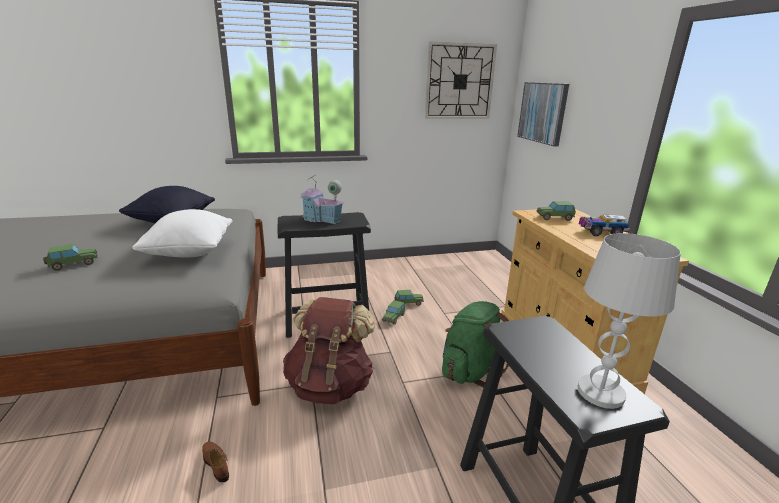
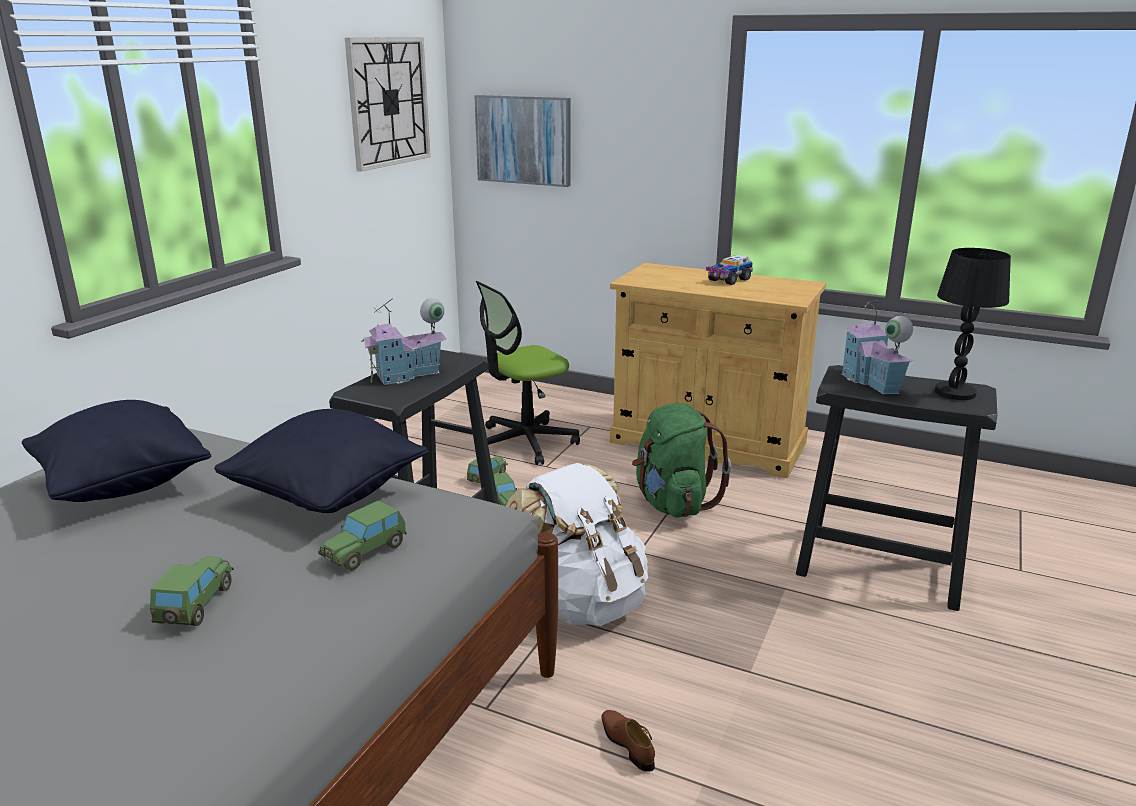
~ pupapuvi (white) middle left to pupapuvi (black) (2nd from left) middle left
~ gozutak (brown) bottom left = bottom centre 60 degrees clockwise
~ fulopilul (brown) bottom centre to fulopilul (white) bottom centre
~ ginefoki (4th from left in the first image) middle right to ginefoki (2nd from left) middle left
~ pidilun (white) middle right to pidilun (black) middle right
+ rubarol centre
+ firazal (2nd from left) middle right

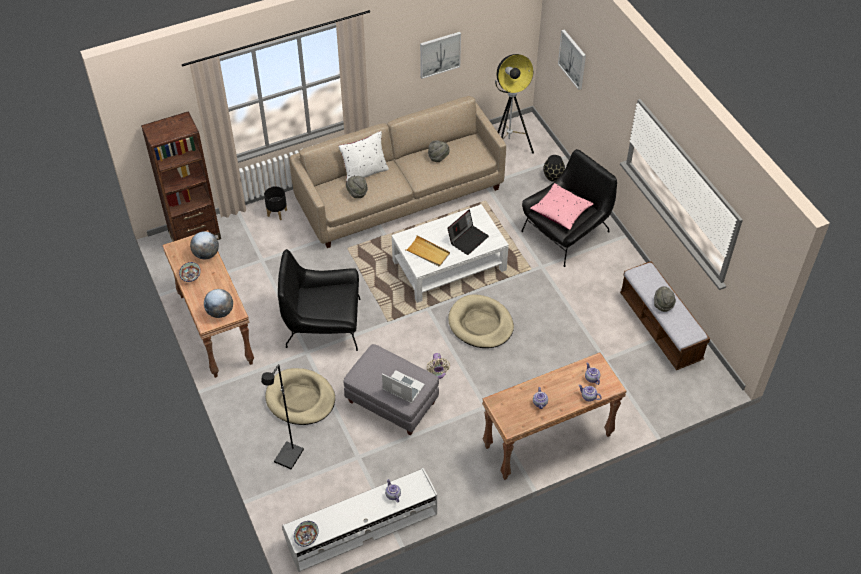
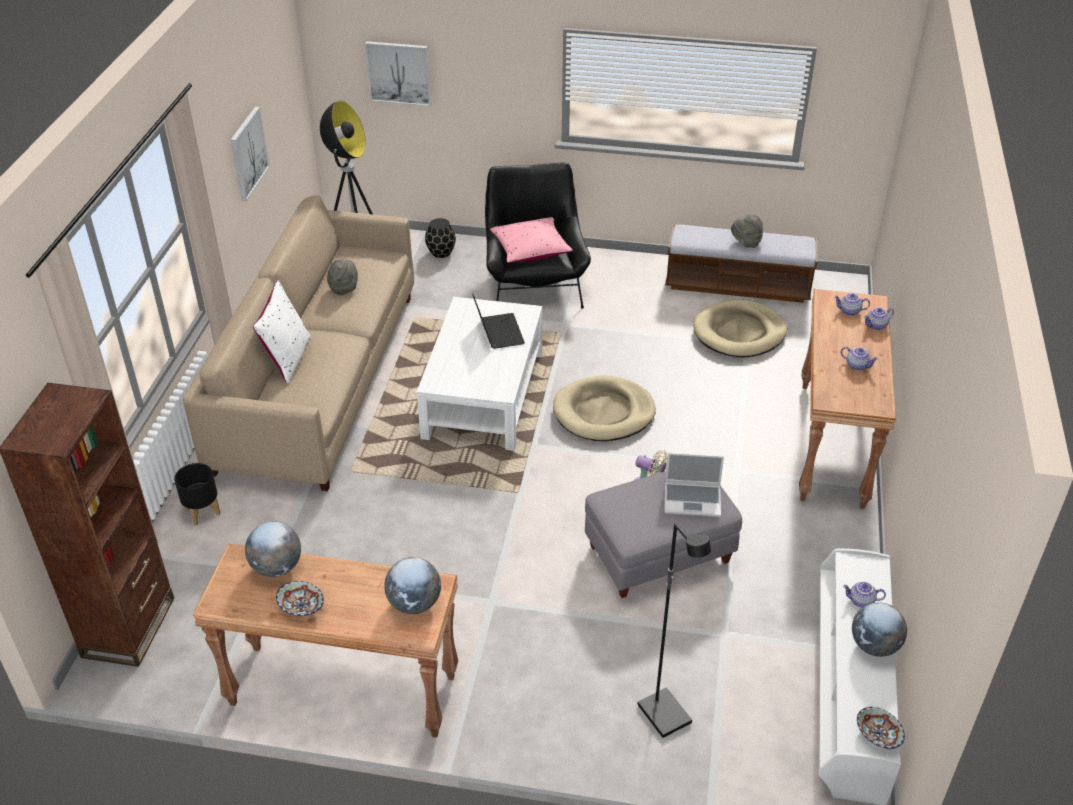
~ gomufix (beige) (1st from left in the first image) bottom centre to gomufix (beige) (2nd from left) middle right
- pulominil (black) (1st from left) centre
- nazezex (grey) (1st from left) top centre
~ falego (1st from left in the first image) bottom centre = centre 150 degrees counterclockwise
- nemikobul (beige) centre
+ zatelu (3rd from left) bottom right

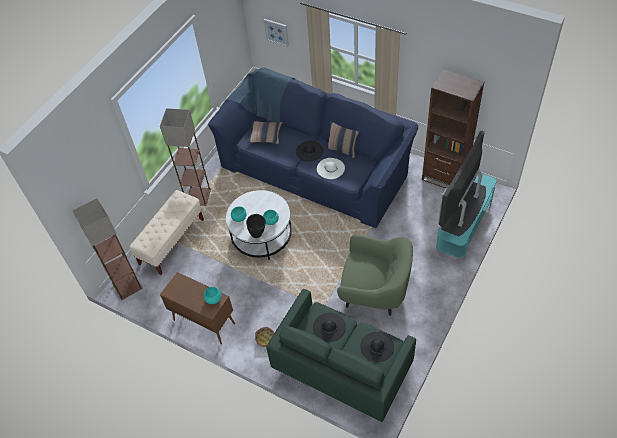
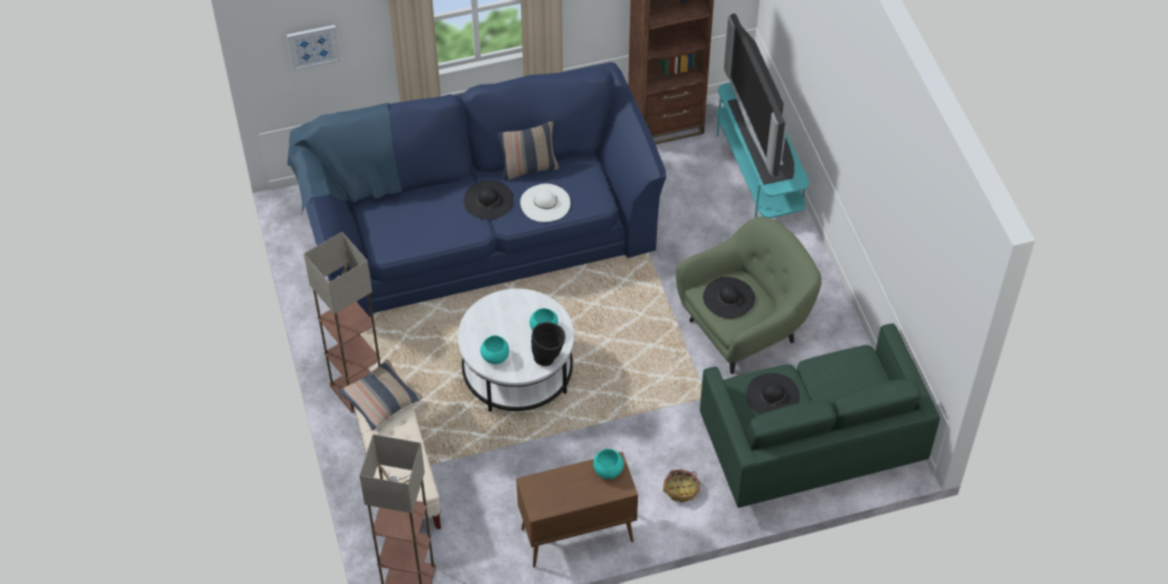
~ pupapuvi (1st from left) top centre to bottom left
~ nazezex (black) (3rd from left in the first image) bottom centre to nazezex (black) (2nd from left) centre

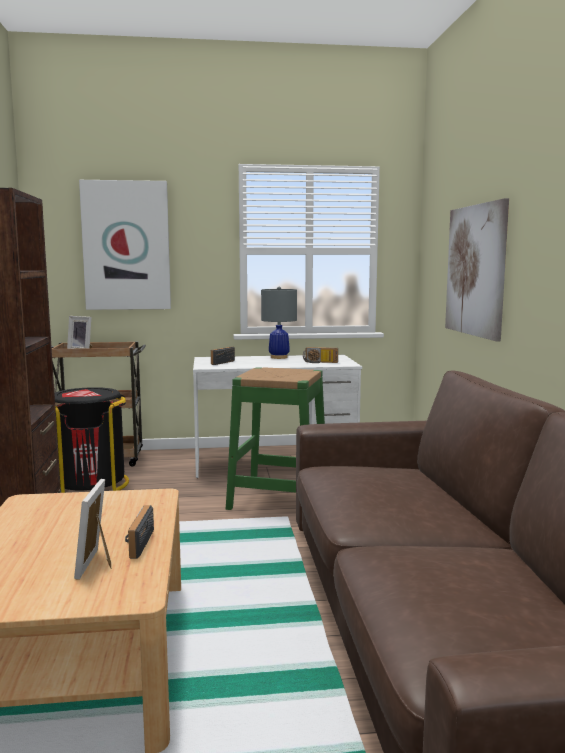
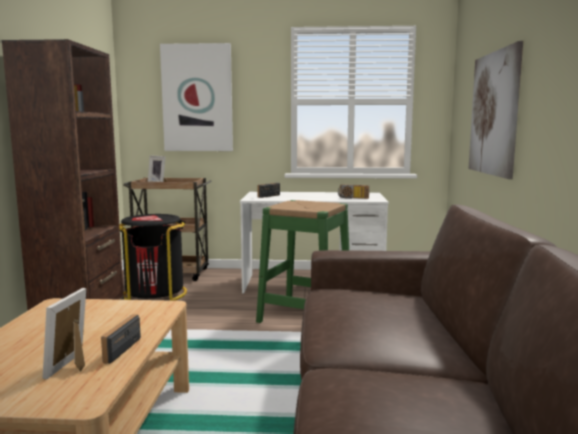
- pidilun (grey) centre

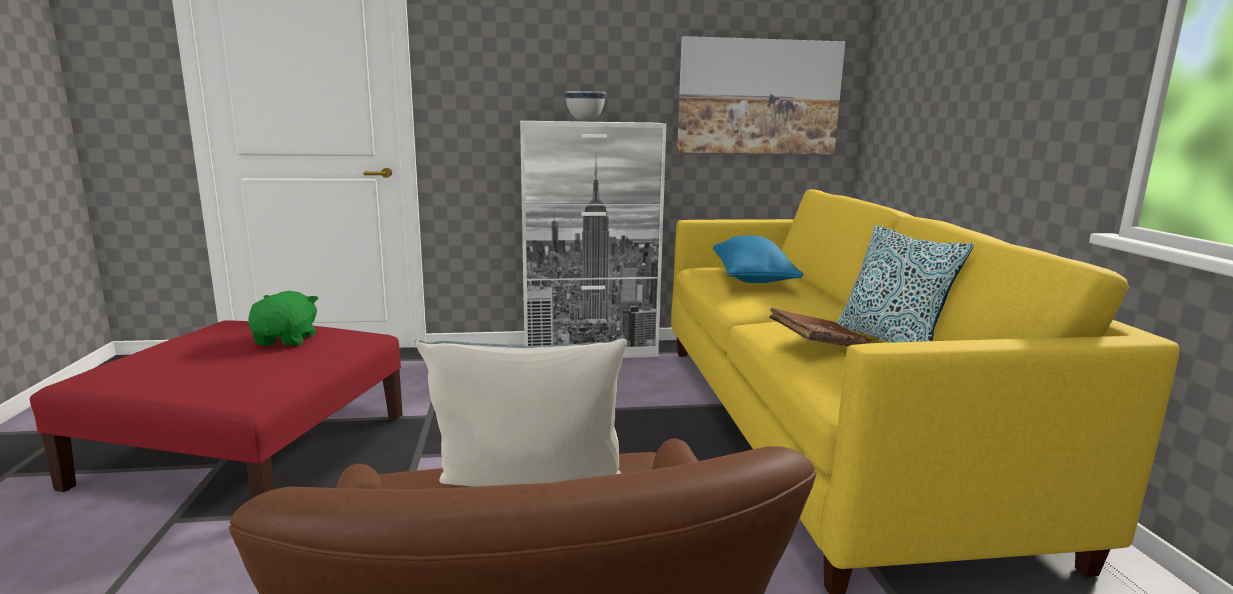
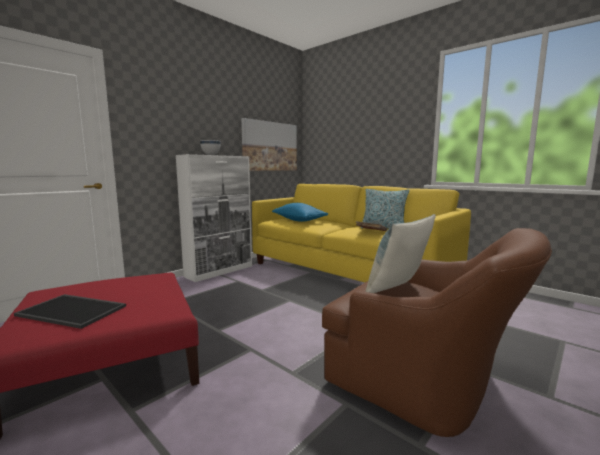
- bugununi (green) middle left
+ nemikobul bottom left

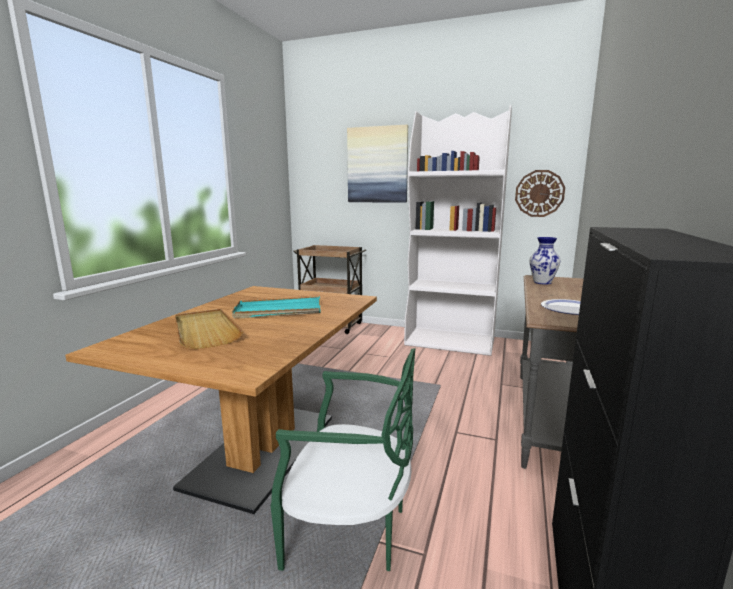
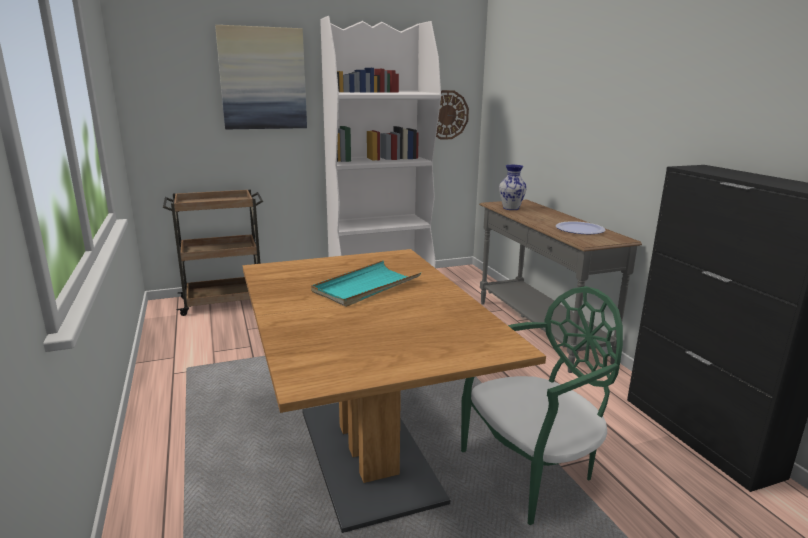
- nemikobul (beige) middle left

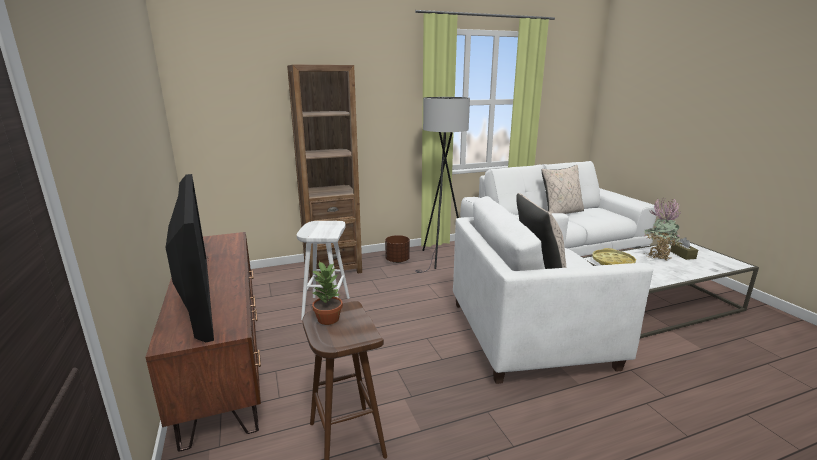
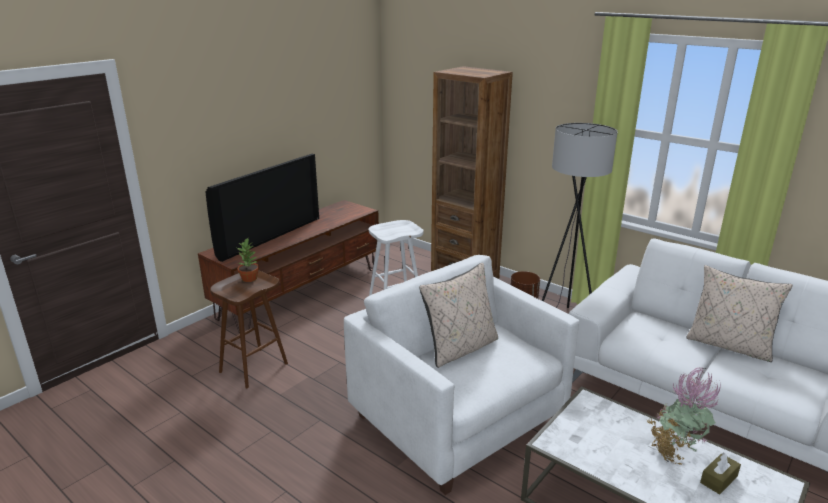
- nemikobul (yellow) middle right

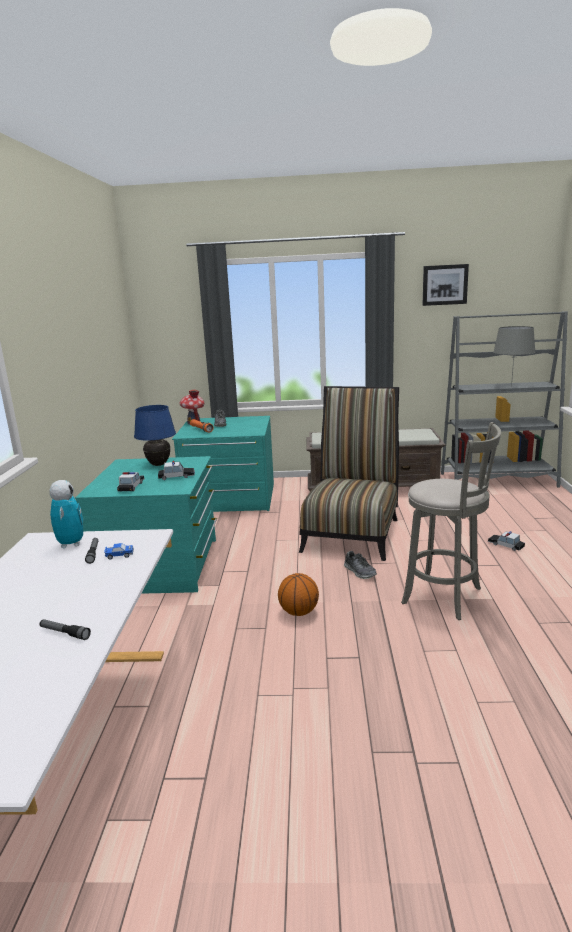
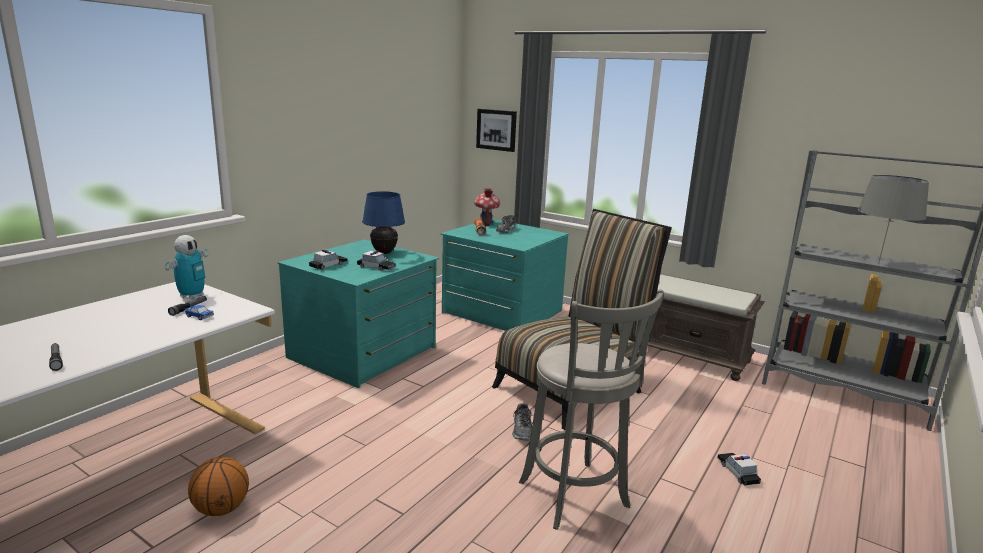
~ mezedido centre to bottom left
~ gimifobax top right to top centre

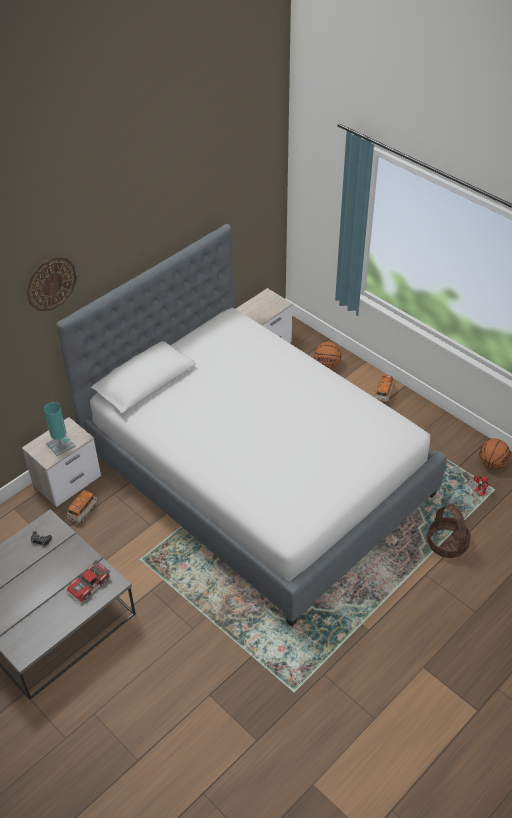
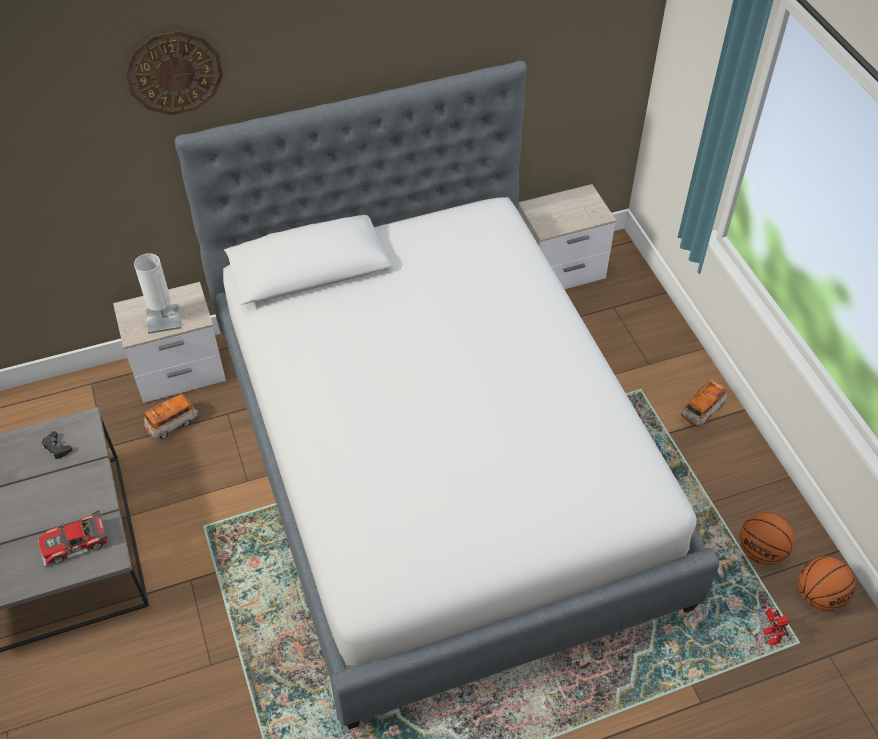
~ pidilun (turquoise) middle left to pidilun (white) middle left
~ mezedido (1st from left) centre to bottom right
- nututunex middle right

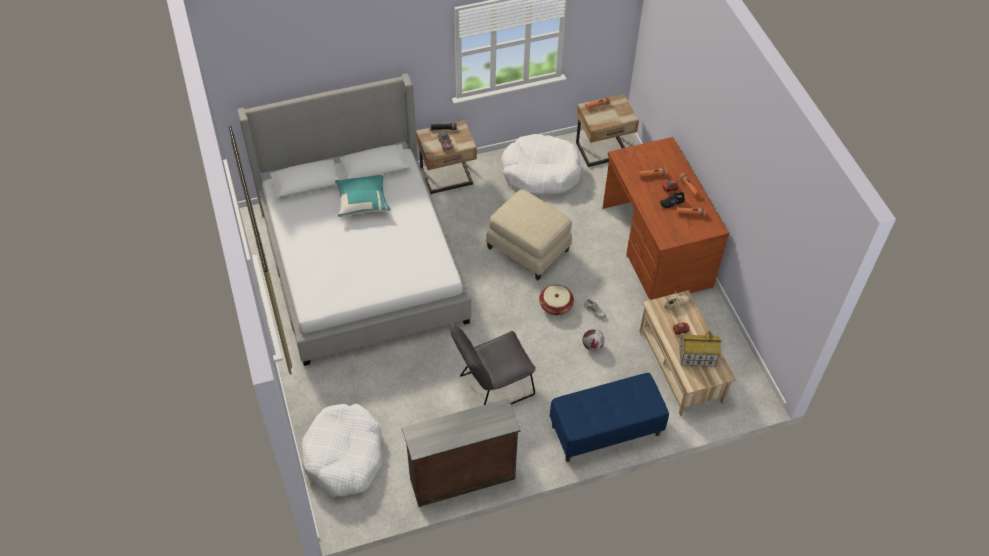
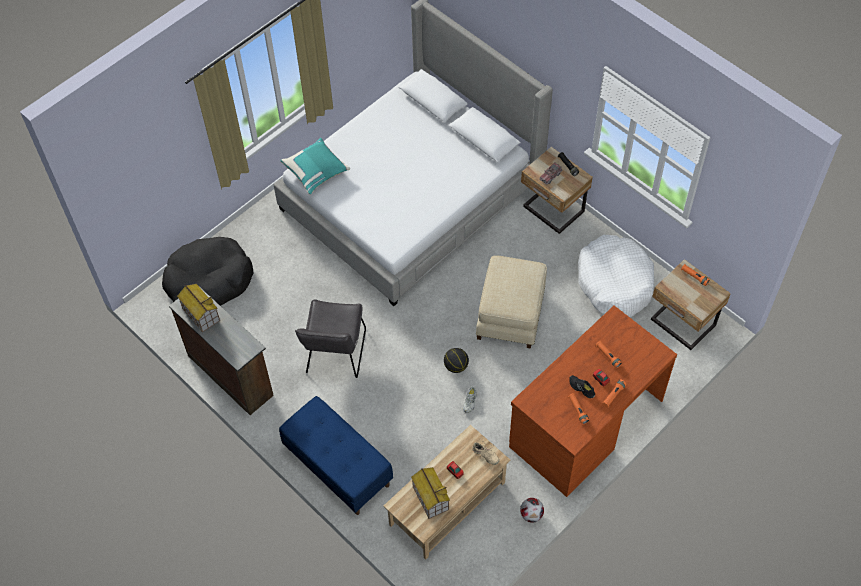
~ gomufix (white) (1st from left) bottom centre to gomufix (black) middle left
~ pupapuvi (turquoise) centre to top centre
~ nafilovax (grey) centre = centre 120 degrees counterclockwise
~ nututunex centre to mezedido centre
~ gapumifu centre to bottom centre
+ firazal (1st from left) middle left

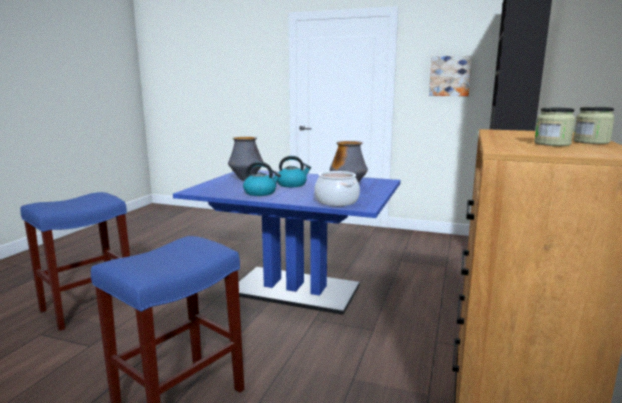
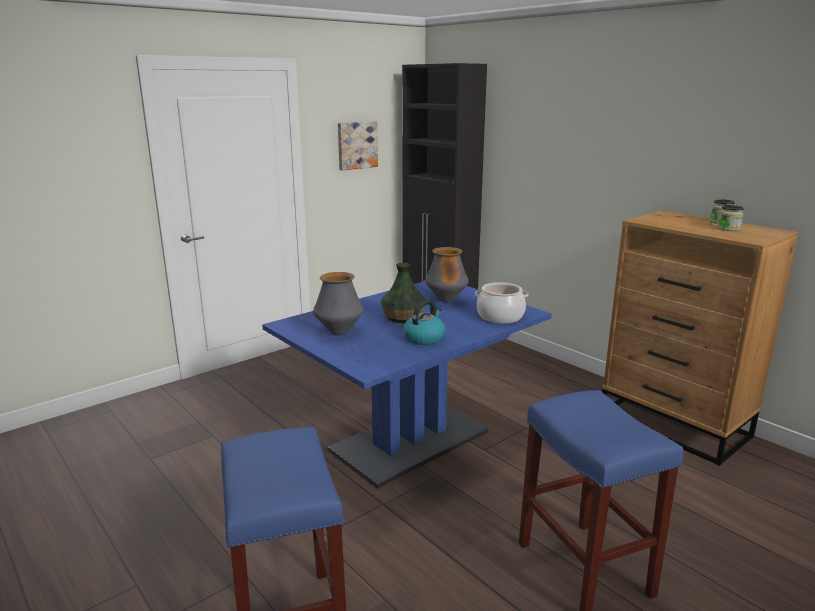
~ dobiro (2nd from left) centre to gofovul (2nd from left) centre

